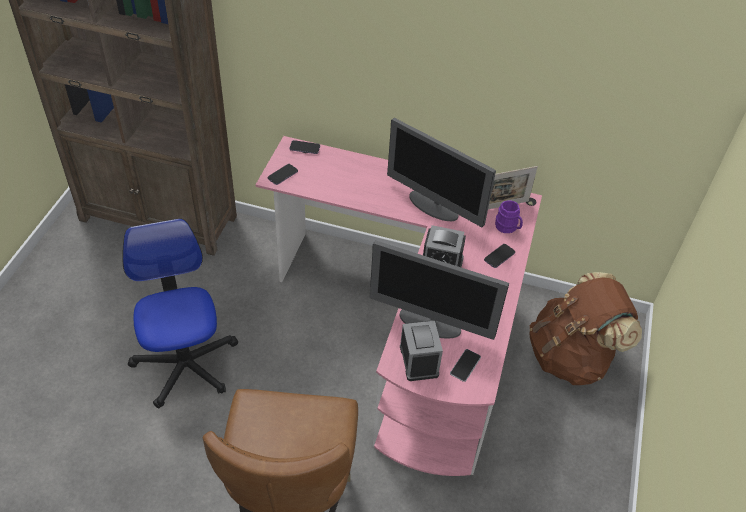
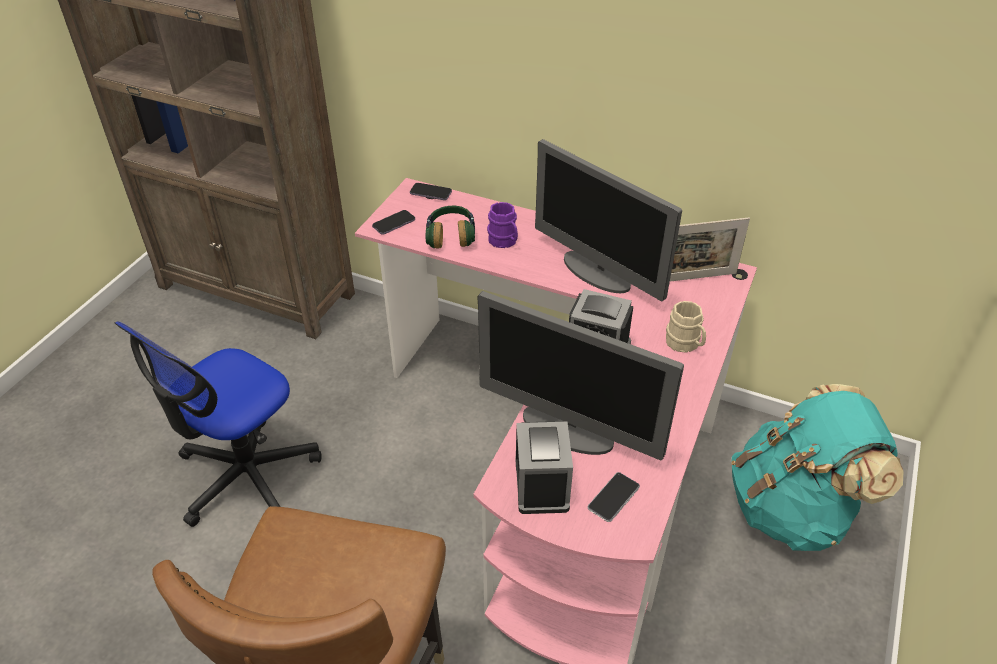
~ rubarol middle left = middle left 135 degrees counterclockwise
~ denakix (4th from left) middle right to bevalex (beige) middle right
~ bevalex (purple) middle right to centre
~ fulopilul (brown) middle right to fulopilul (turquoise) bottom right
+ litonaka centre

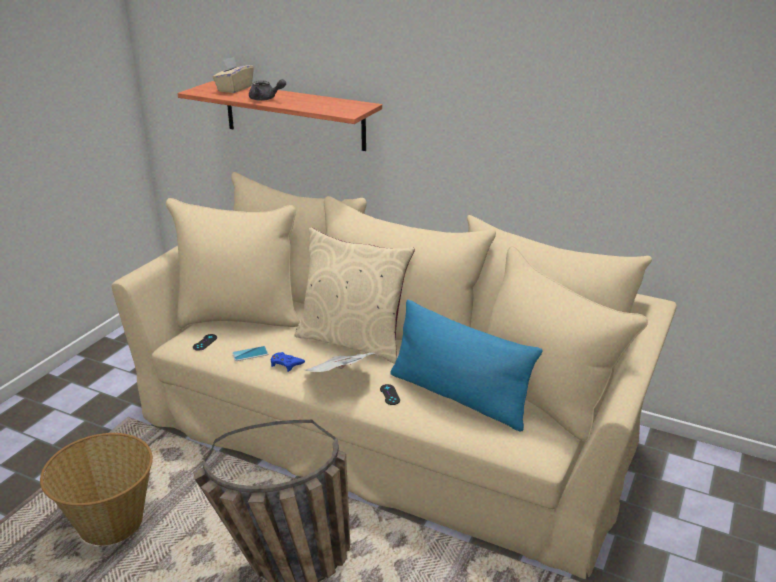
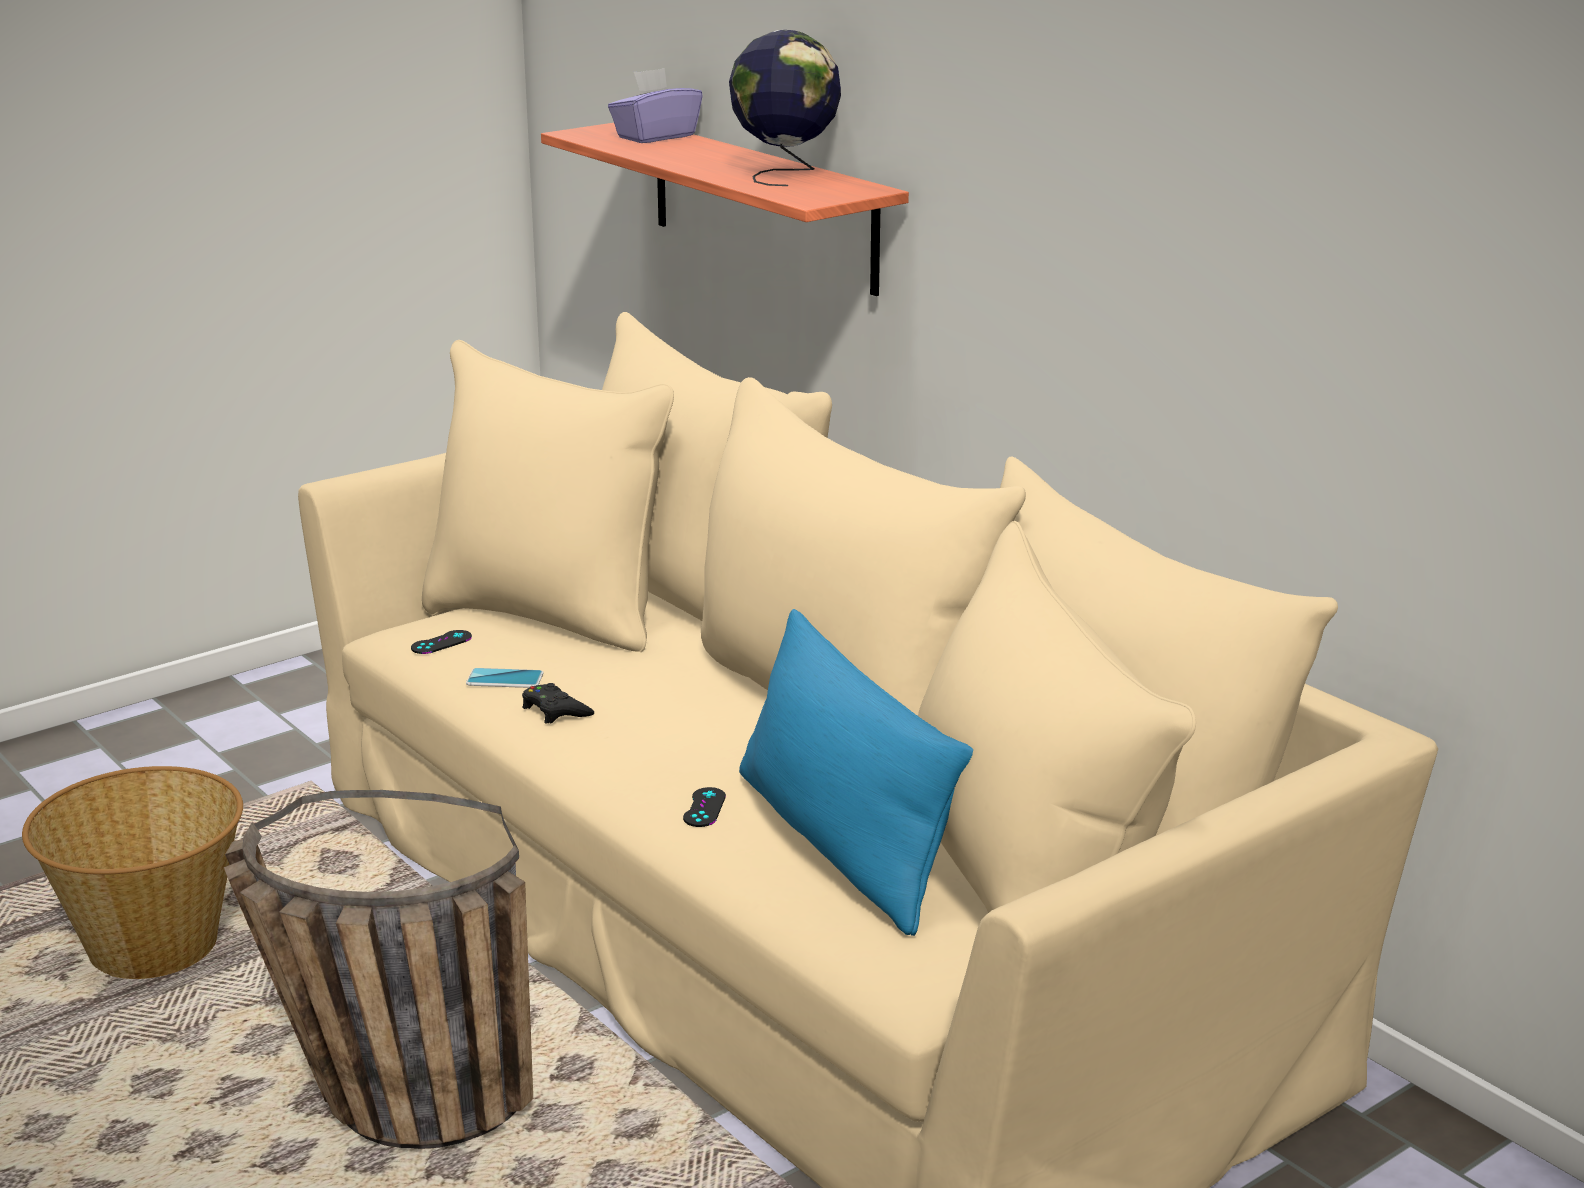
~ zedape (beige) top left to zedape (purple) top centre
- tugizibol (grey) top centre
~ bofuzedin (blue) centre to bofuzedin (black) (2nd from left) centre
- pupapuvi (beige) centre
- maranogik centre
+ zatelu top centre

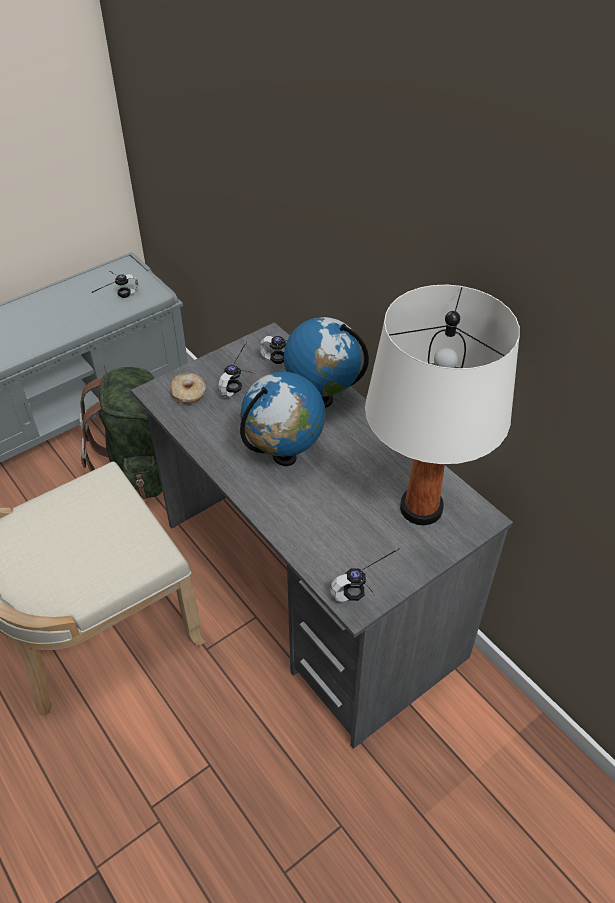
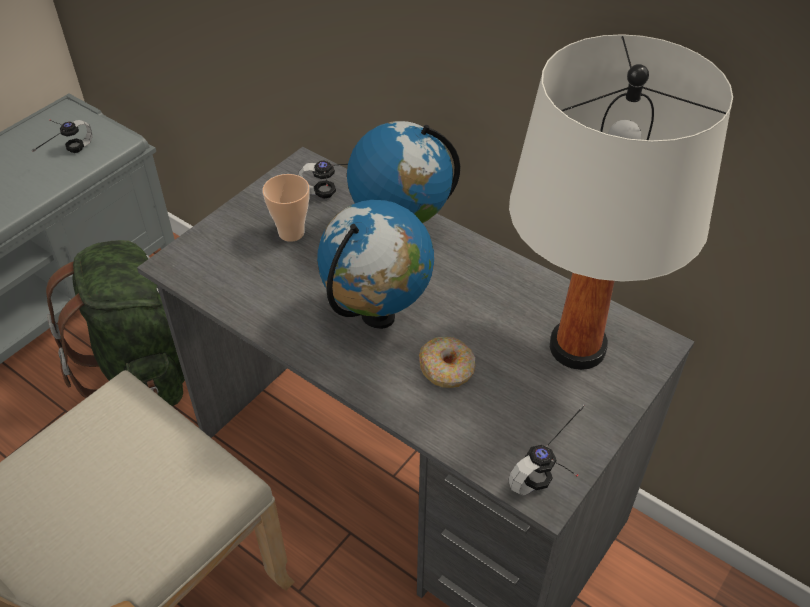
~ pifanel middle left to centre
~ litonaka (2nd from left) centre to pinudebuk centre

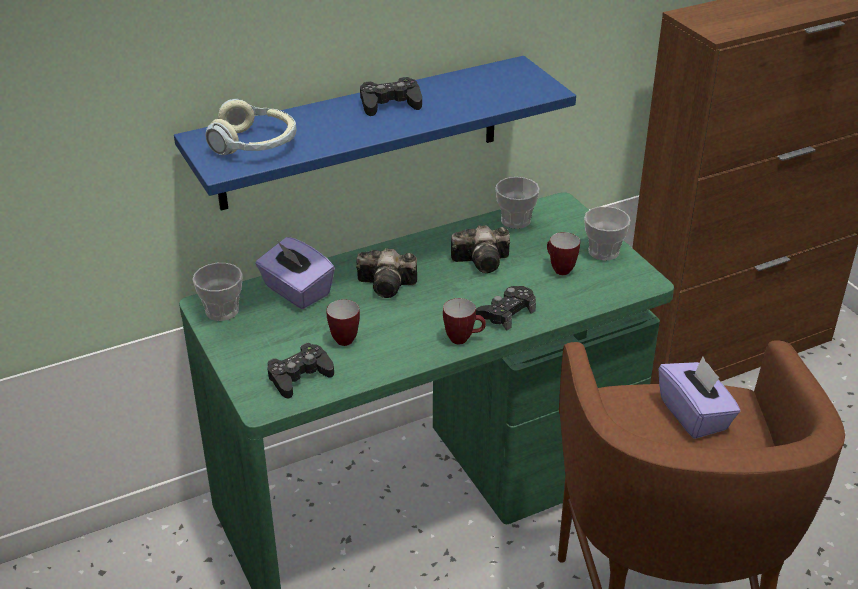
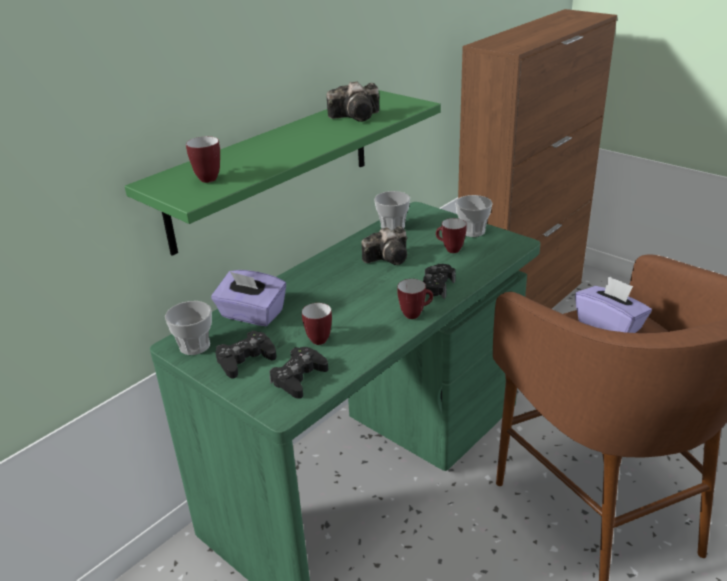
~ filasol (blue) top centre to filasol (green) top centre
~ litonaka top left to bevalex (1st from left) top left
~ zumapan (1st from left) centre to top centre
~ bofuzedin (black) (2nd from left in the first image) top centre to bofuzedin (black) (1st from left) centre

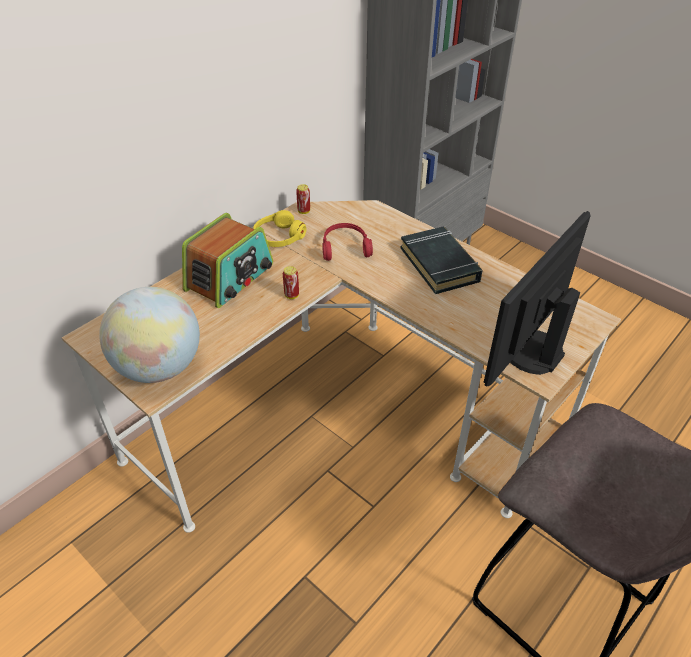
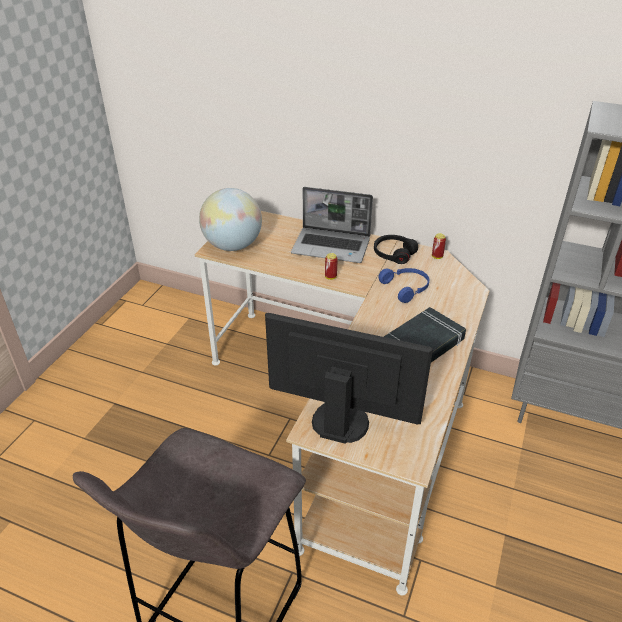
~ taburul middle left to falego centre
~ litonaka (yellow) centre to litonaka (black) centre
~ litonaka (red) centre to litonaka (blue) centre

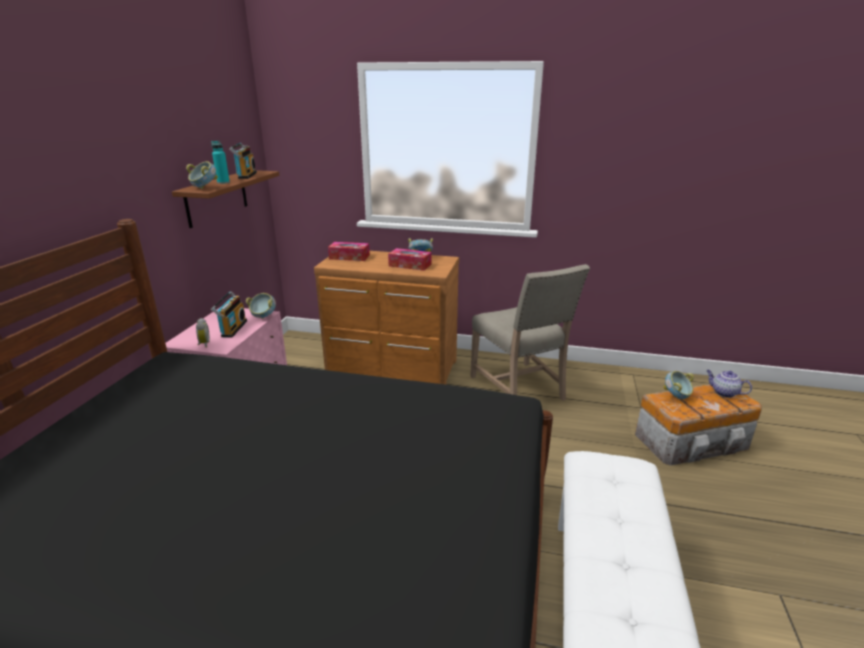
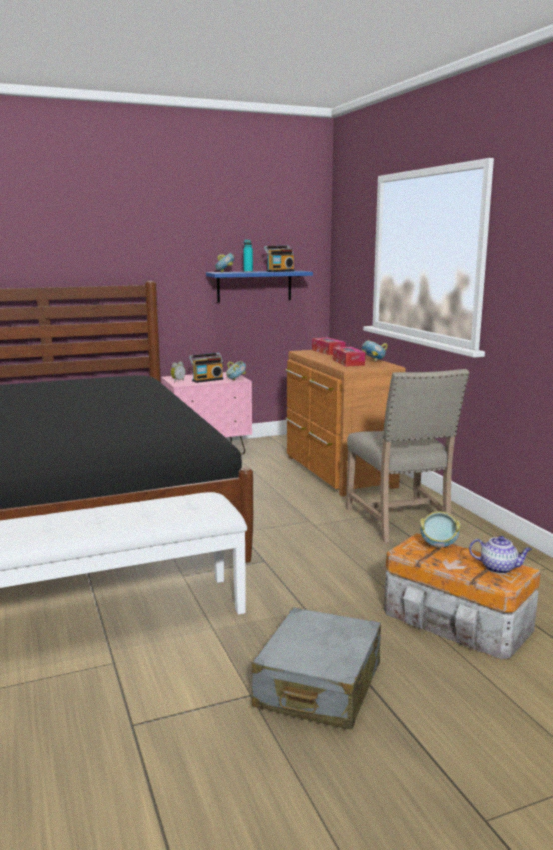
~ filasol (brown) top left to filasol (blue) centre
~ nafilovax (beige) centre = middle right 45 degrees counterclockwise
~ tugizibol middle right = middle right 105 degrees clockwise
+ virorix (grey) bottom centre

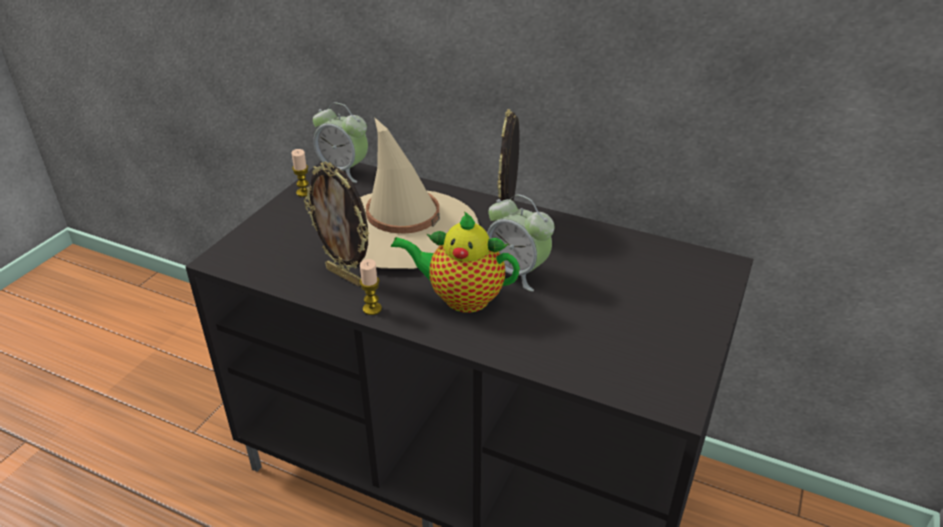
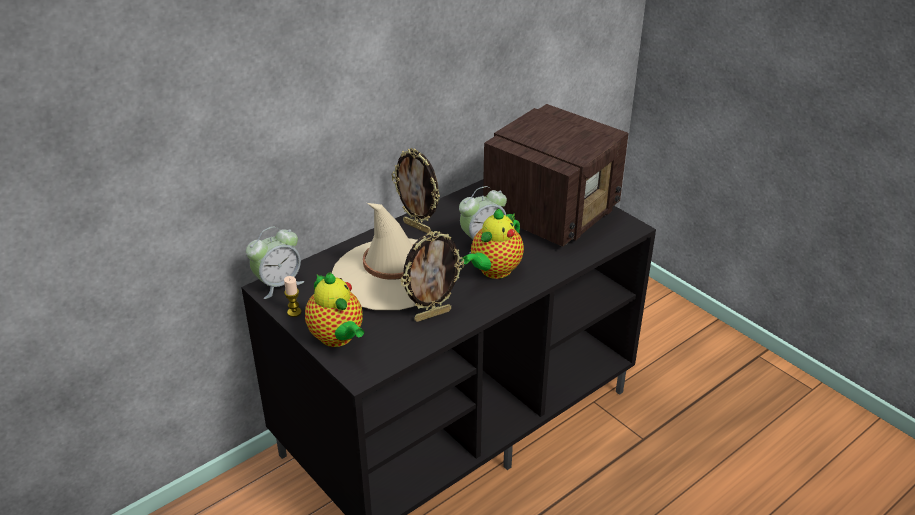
- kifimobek (2nd from left) centre
+ tugizibol (1st from left) centre
+ taburul centre

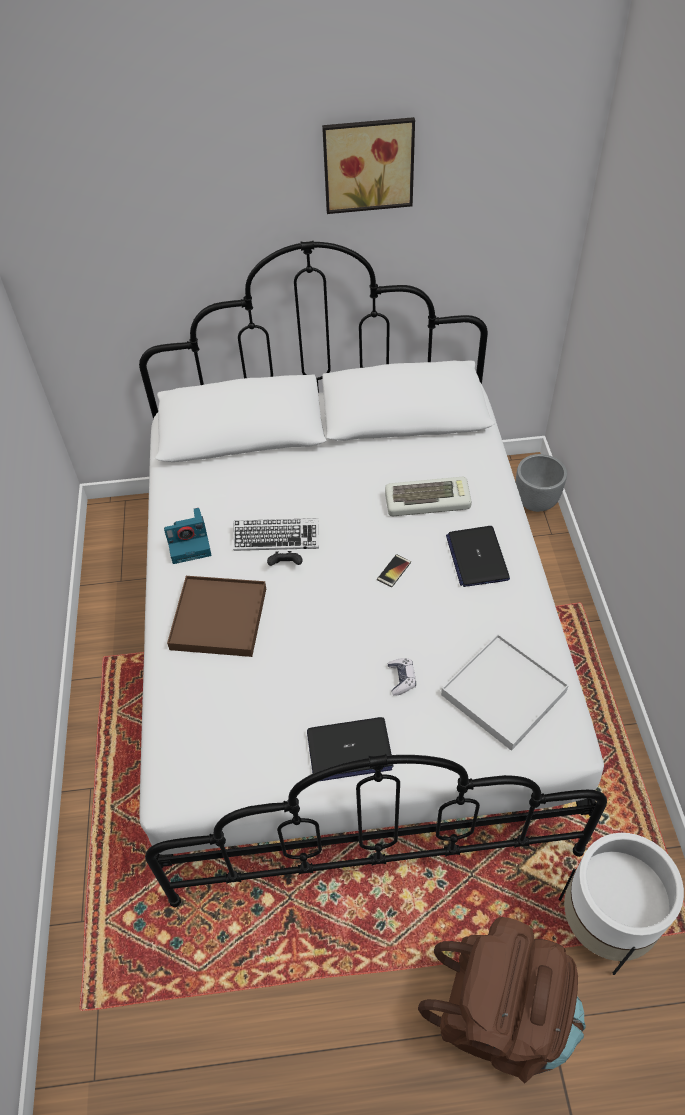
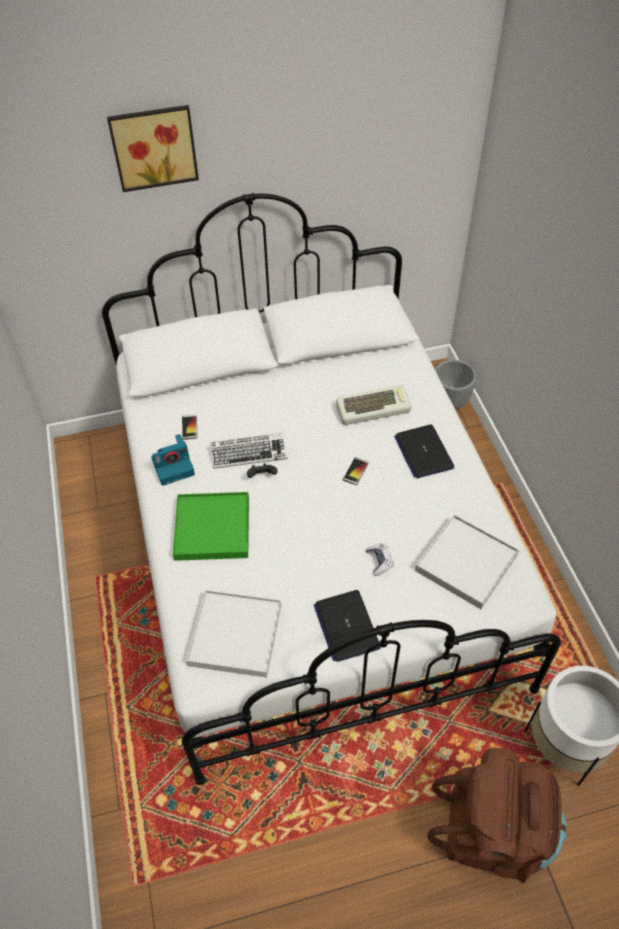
~ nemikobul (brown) middle left to nemikobul (green) centre
~ falego (1st from left) bottom centre = bottom centre 90 degrees clockwise
~ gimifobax top centre to top left
+ denakix (1st from left) middle left
+ nemikobul (white) (1st from left) bottom centre

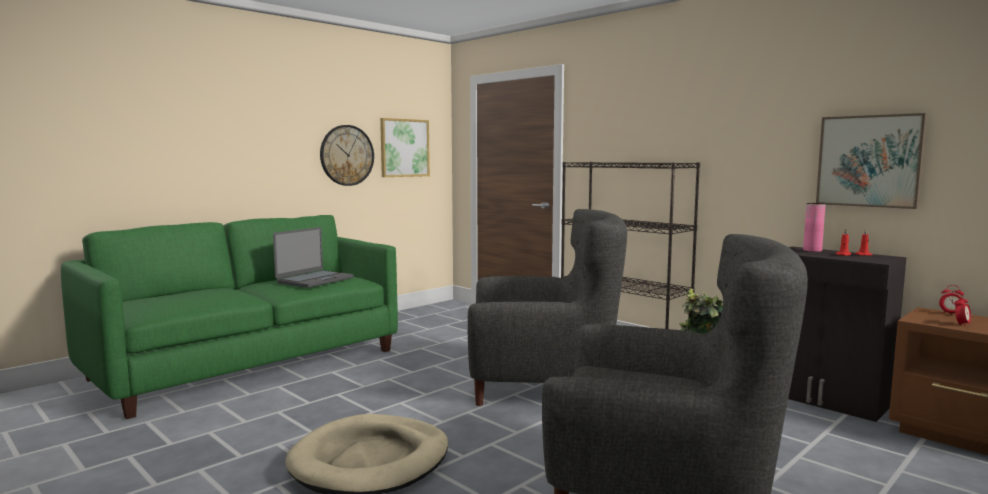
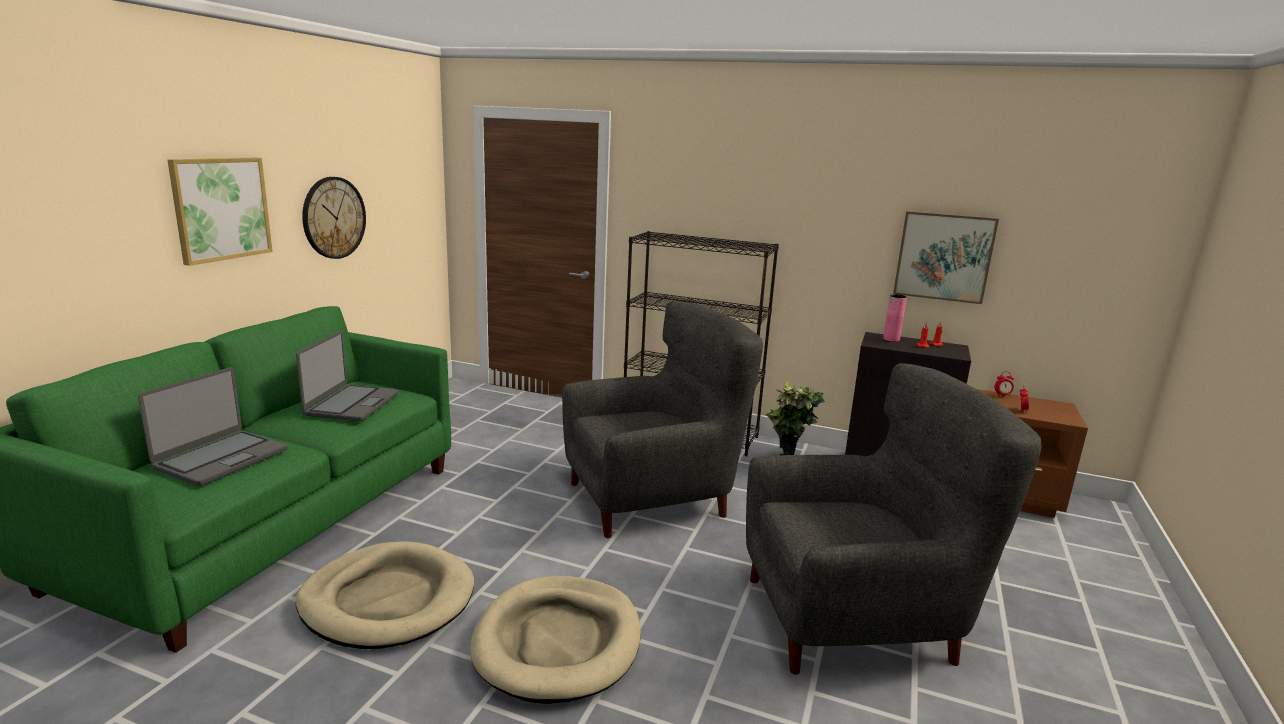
~ gimifobax (1st from left) top centre to top left
+ falego (1st from left) middle left
+ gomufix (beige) (1st from left) bottom left

